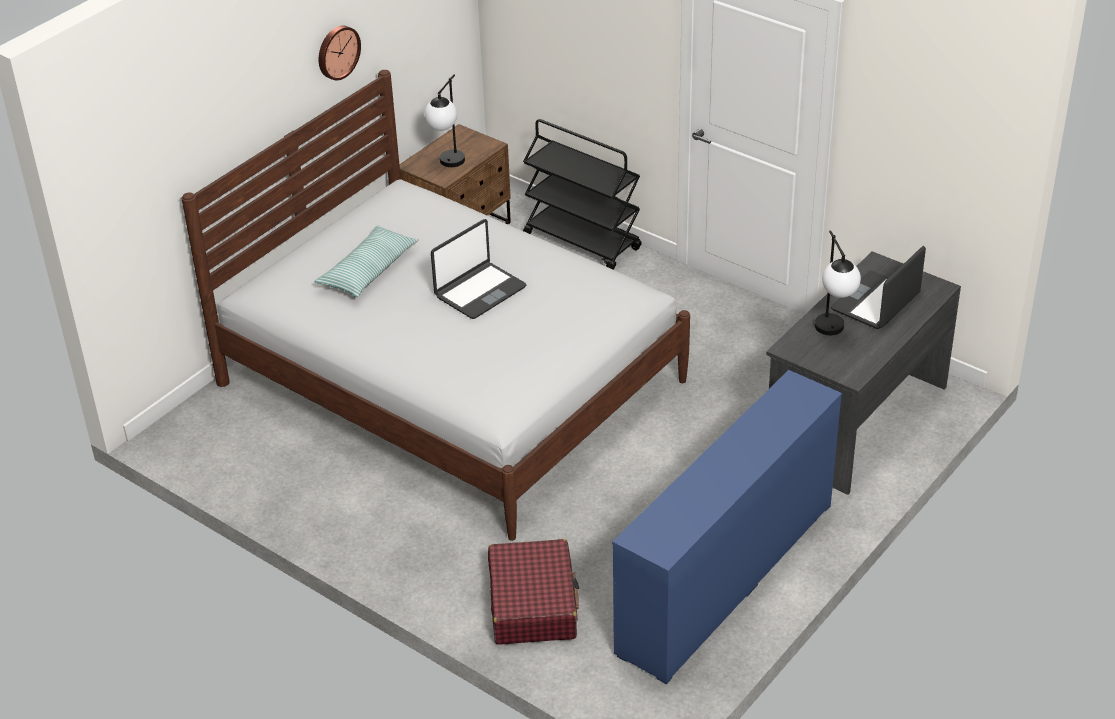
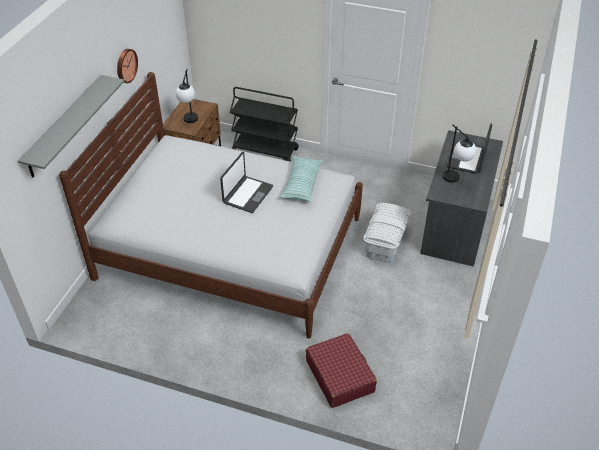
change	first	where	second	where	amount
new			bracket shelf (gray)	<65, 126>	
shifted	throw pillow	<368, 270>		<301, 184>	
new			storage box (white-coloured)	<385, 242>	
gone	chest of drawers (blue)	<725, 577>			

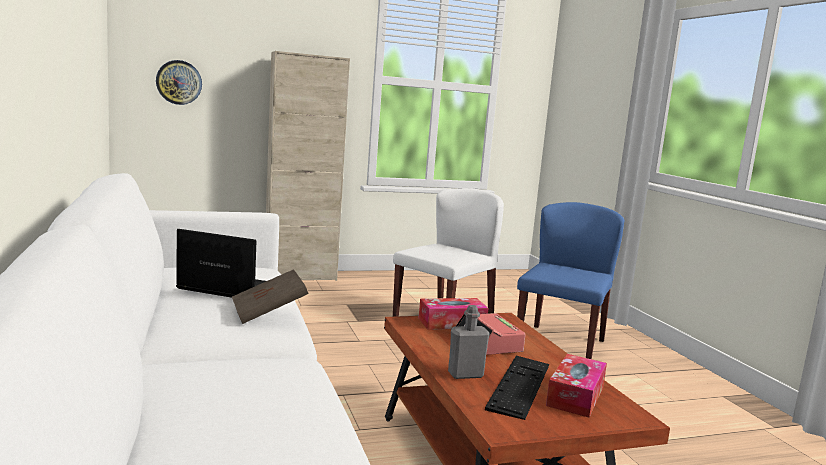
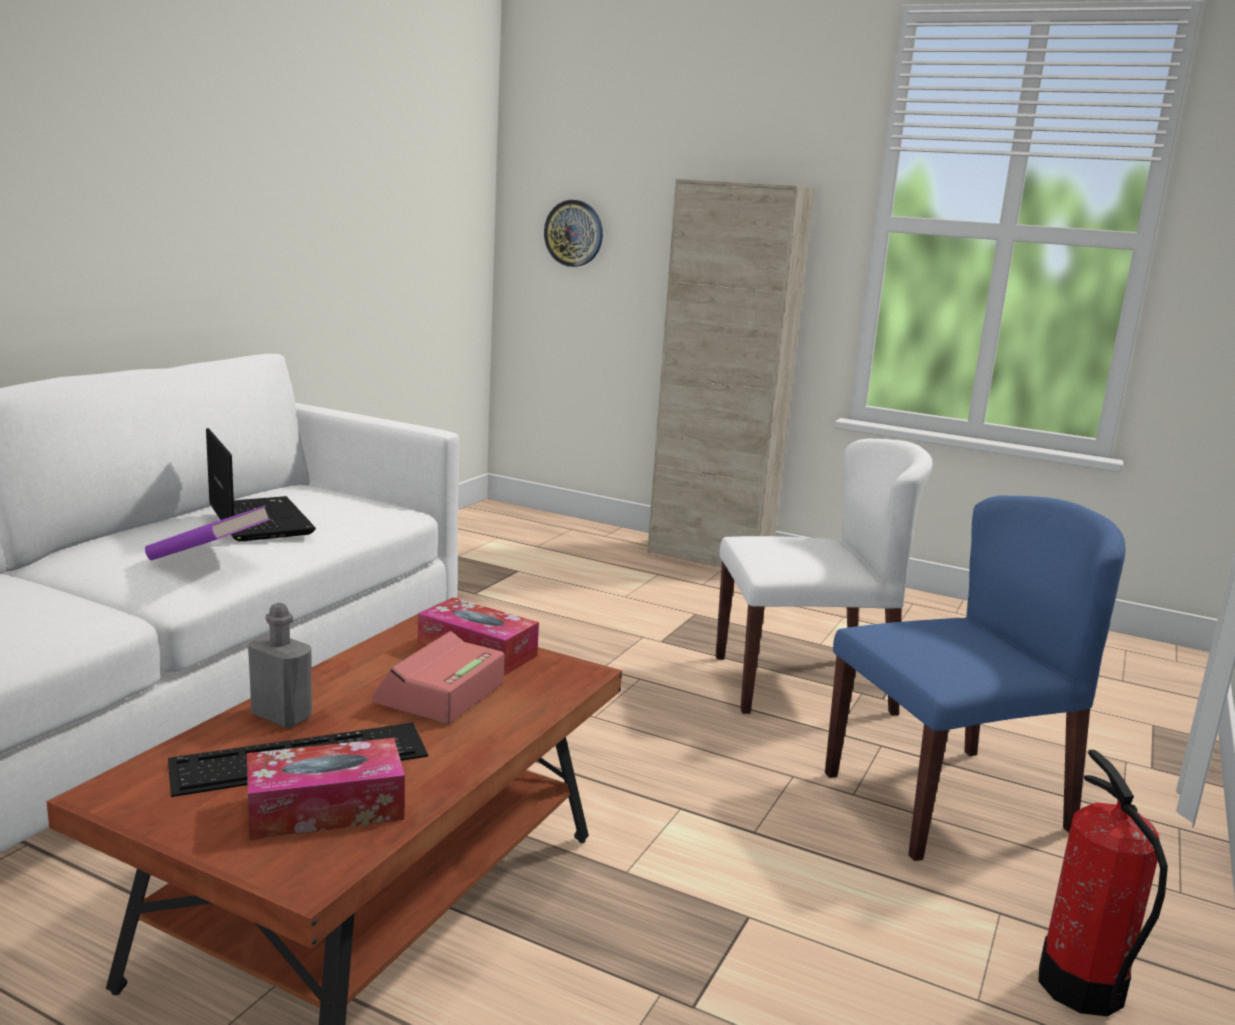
change	first	where	second	where	amount
repainted	volume (brown-coloured)	<268, 313>	volume (purplish)	<209, 558>	
new			extinguisher	<1080, 987>	

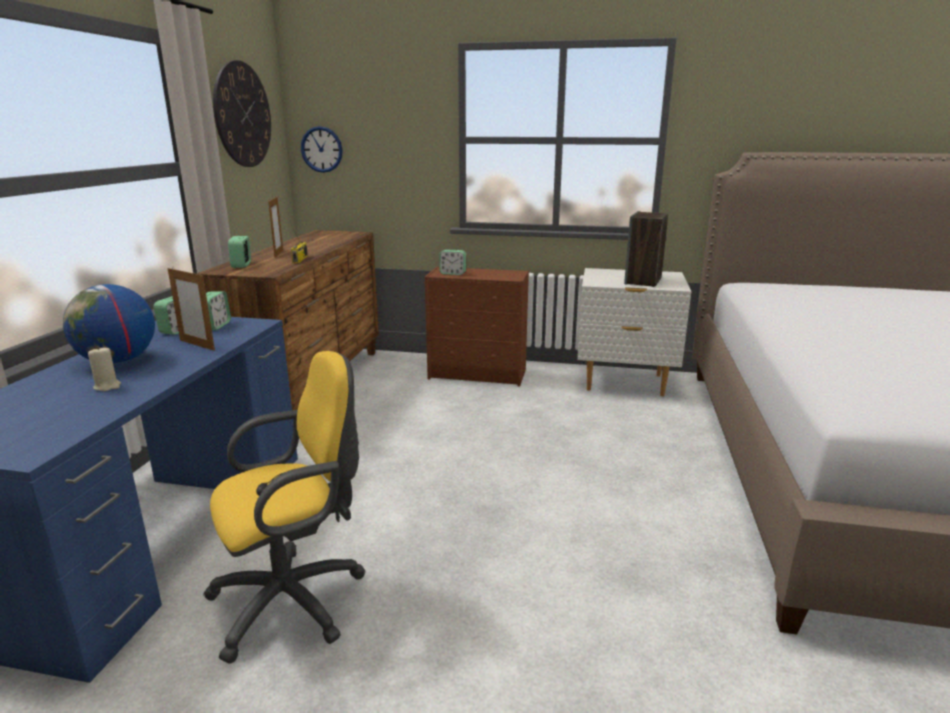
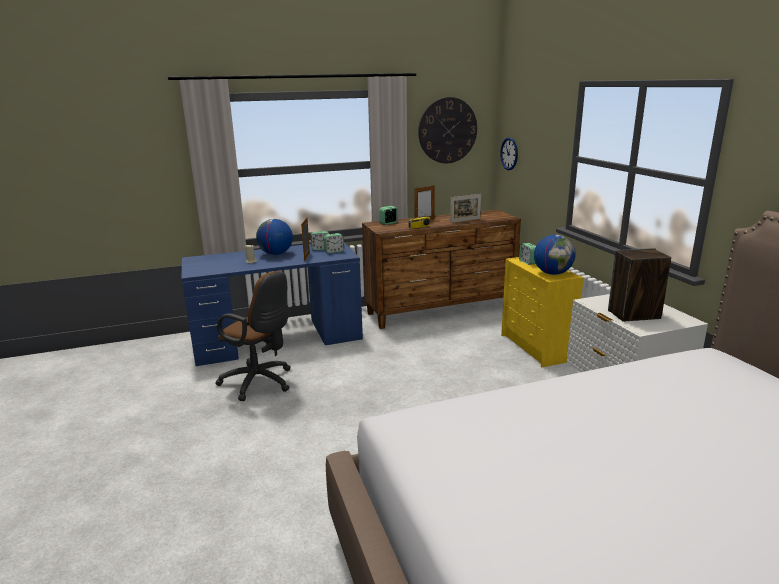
change	first	where	second	where	amount
repainted	office chair (yellow)	<296, 599>	office chair (brown-coloured)	<260, 383>	
new			photo frame	<465, 220>	
repainted	chest of drawers (brown-coloured)	<478, 374>	chest of drawers (yellow)	<536, 348>	
new			world globe	<552, 273>	

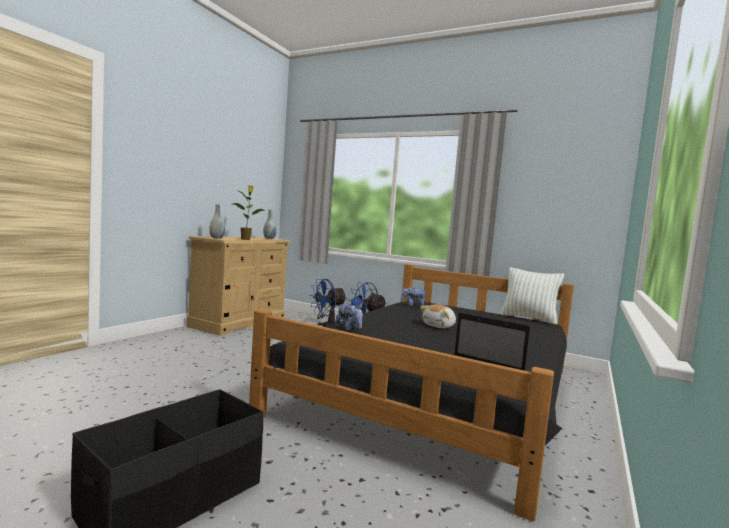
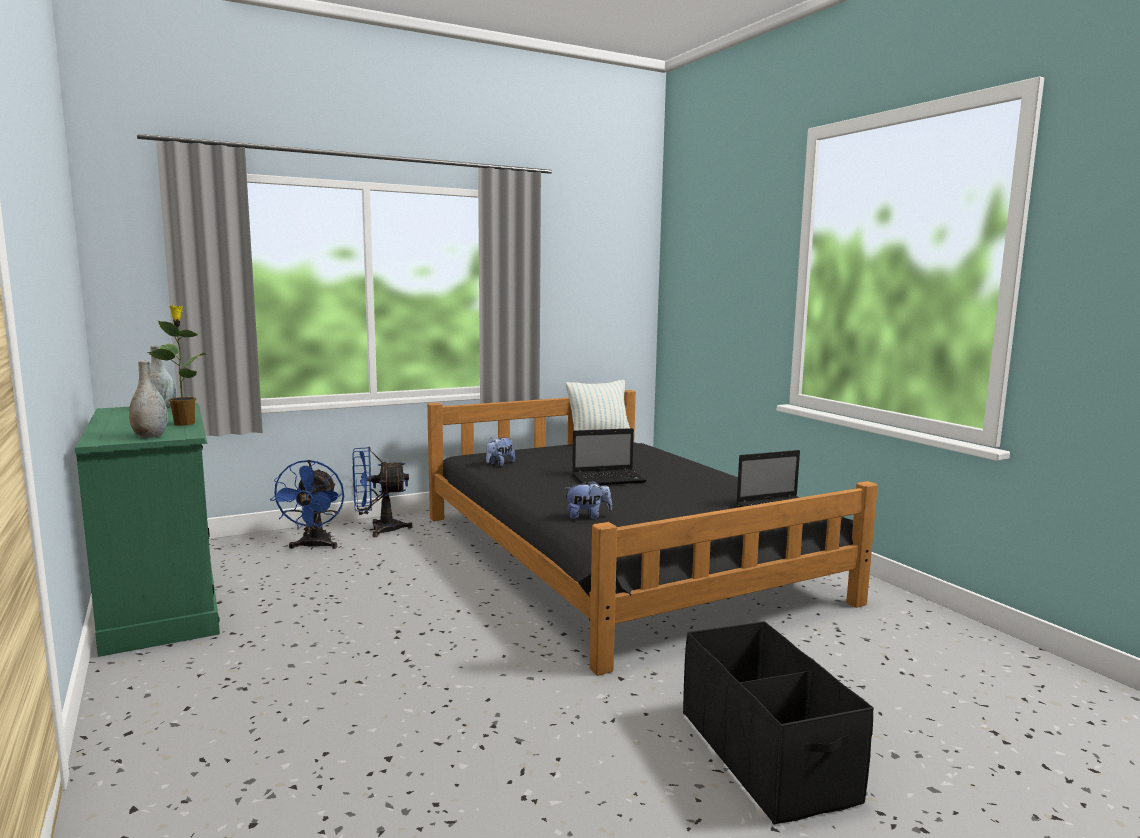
change	first	where	second	where	amount
repainted	chest of drawers (sand-coloured)	<239, 322>	chest of drawers (greenish)	<162, 602>	
swapped	soft toy	<439, 326>	laptop	<609, 479>	

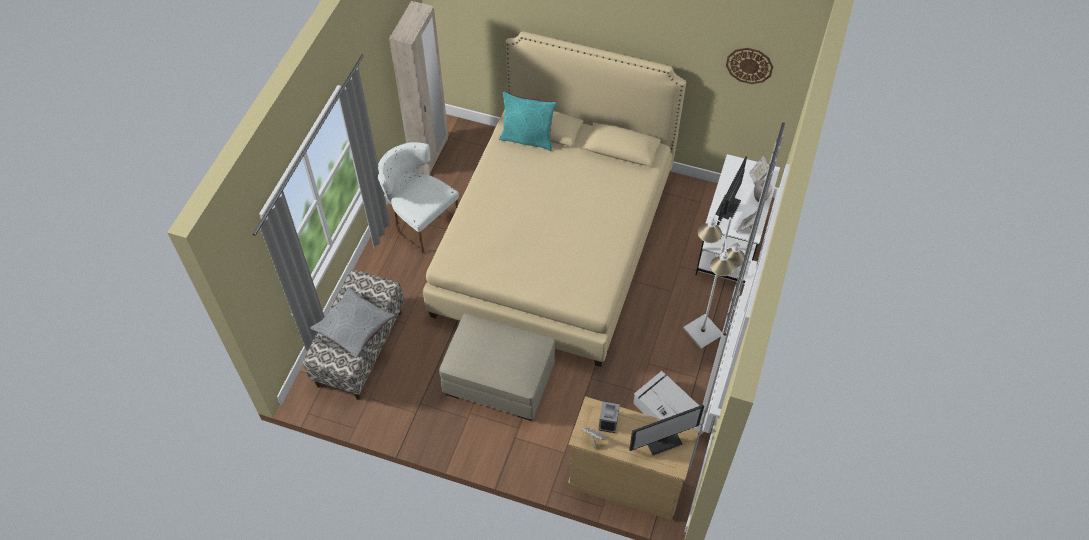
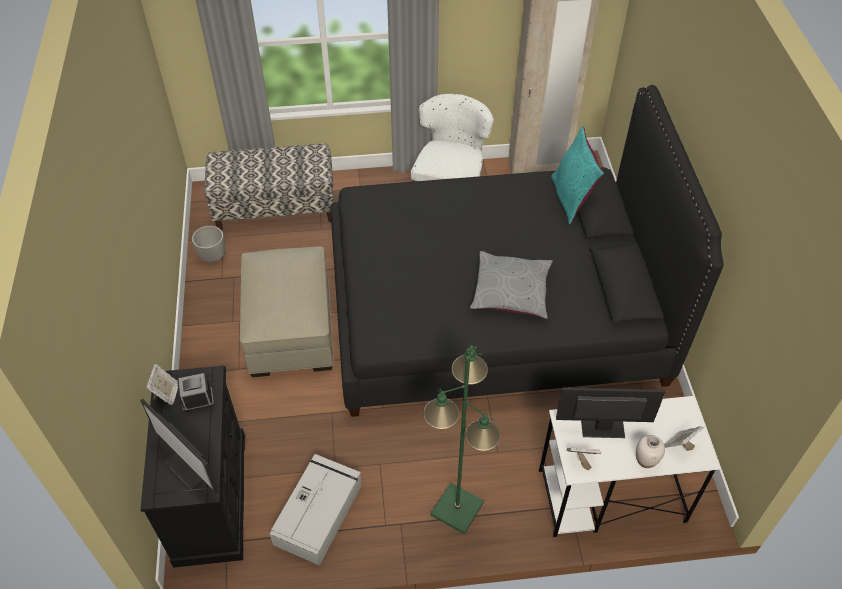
change	first	where	second	where	amount
repainted	chest of drawers (sand-coloured)	<626, 479>	chest of drawers (black)	<211, 497>	
new			planter	<213, 257>	
repainted	bedroom bed (sand-coloured)	<554, 242>	bedroom bed (black)	<495, 310>	
repainted	standing lamp (white-coloured)	<702, 331>	standing lamp (greenish)	<458, 508>	
shifted	throw pillow (gray)	<354, 326>		<511, 291>	
gone	wall clock	<749, 65>			

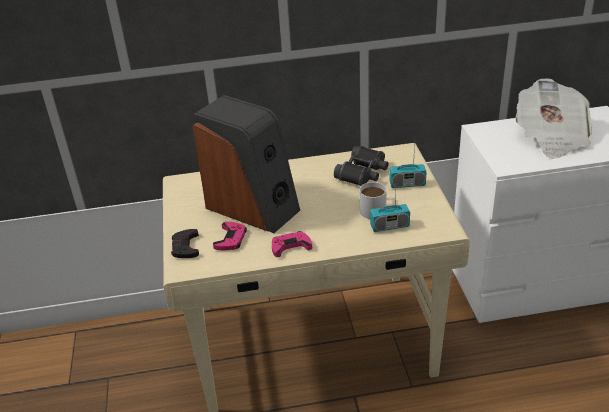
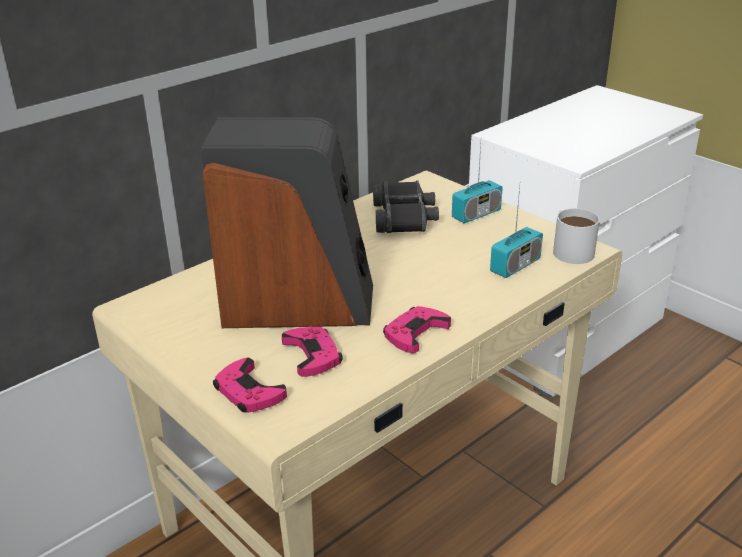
change	first	where	second	where	amount
repainted	joypad (black)	<185, 247>	joypad (pink)	<248, 392>	
shifted	tea mug (white-coloured)	<374, 207>		<569, 249>	
gone	newspaper	<551, 137>			

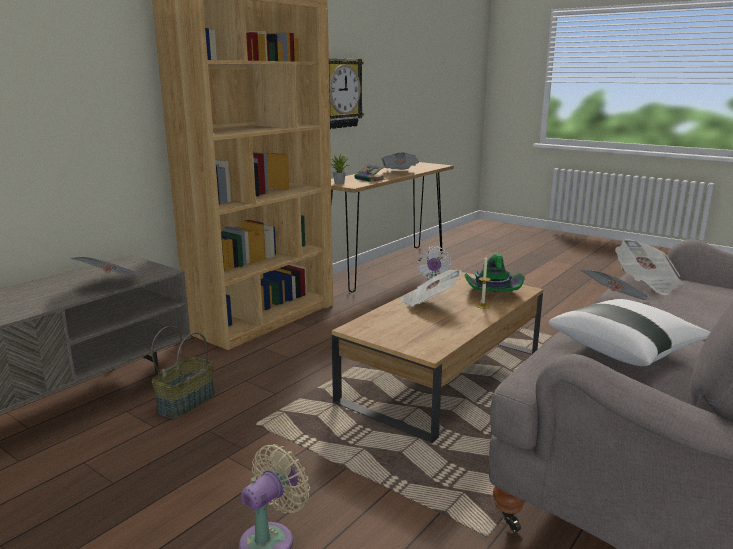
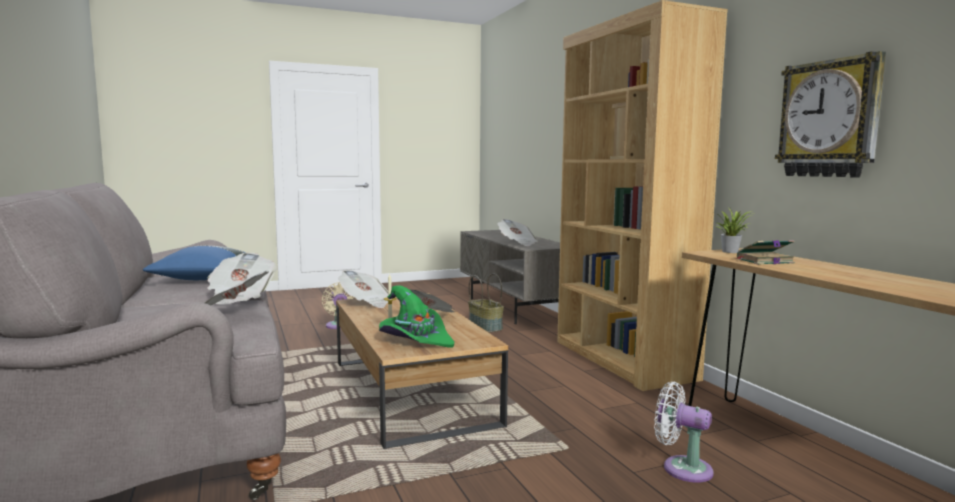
change	first	where	second	where	amount
repainted	throw pillow (white-coloured)	<626, 350>	throw pillow (blue)	<202, 279>	
shifted	newspaper	<400, 172>		<366, 303>	

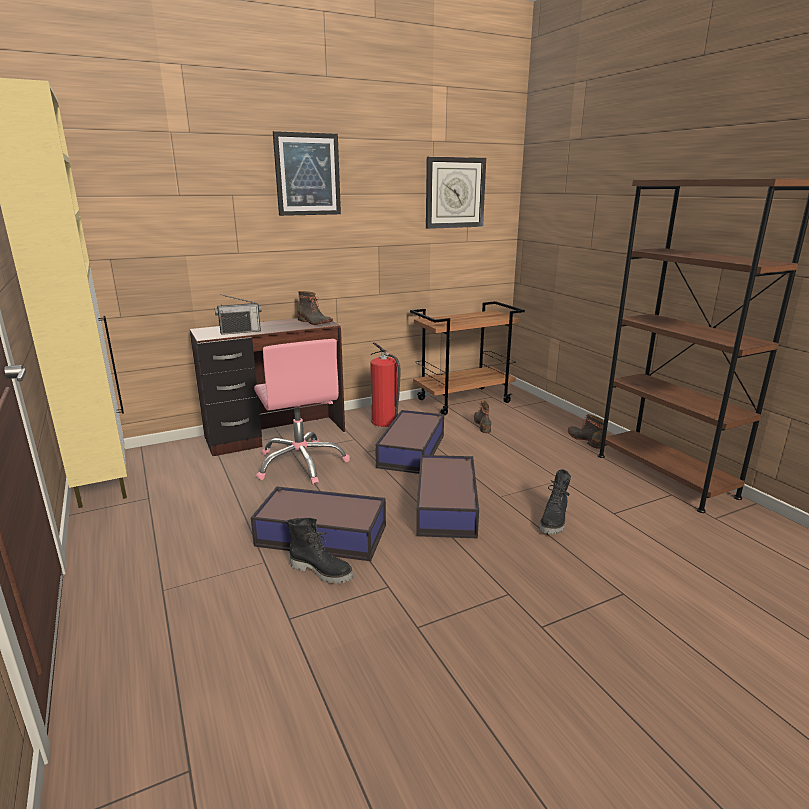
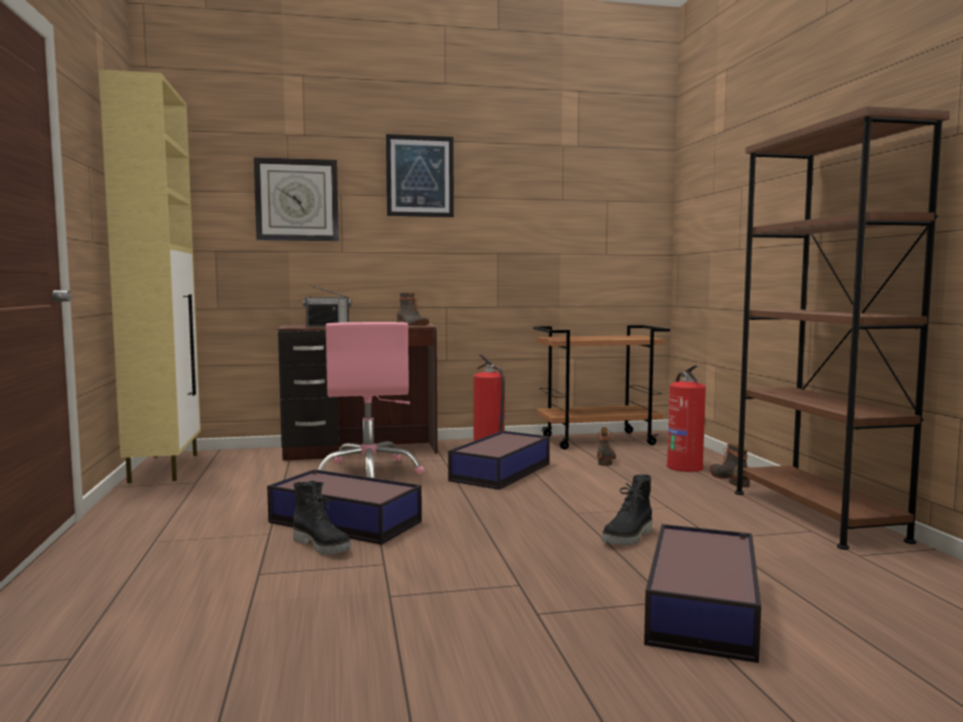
change	first	where	second	where	amount
shifted	wall clock	<455, 193>		<297, 200>	
shifted	storage box	<447, 505>		<703, 607>	
new			extinguisher	<684, 467>	

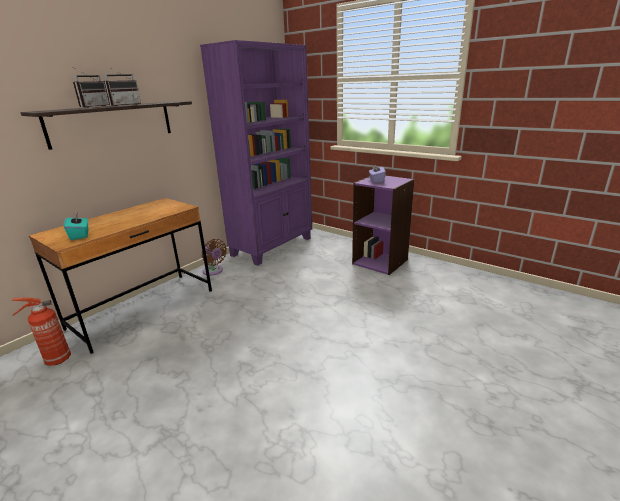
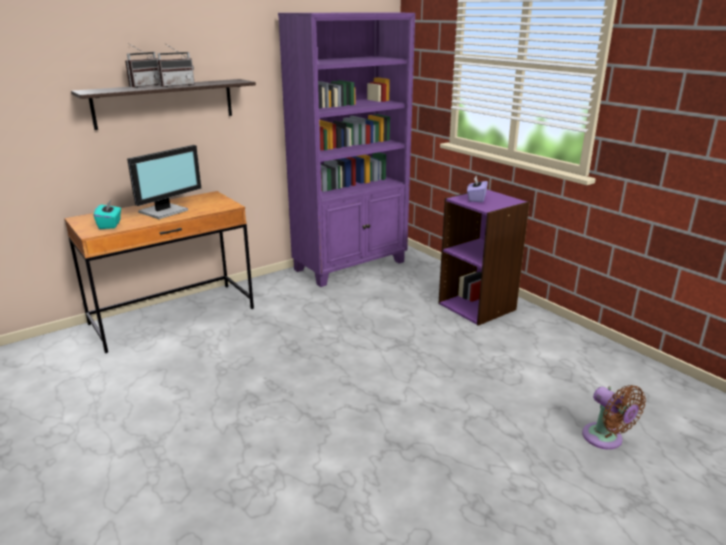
change	first	where	second	where	amount
new			monitor	<165, 211>	
shifted	electric fan (brown-coloured)	<214, 271>		<605, 439>	
gone	extinguisher	<56, 360>			

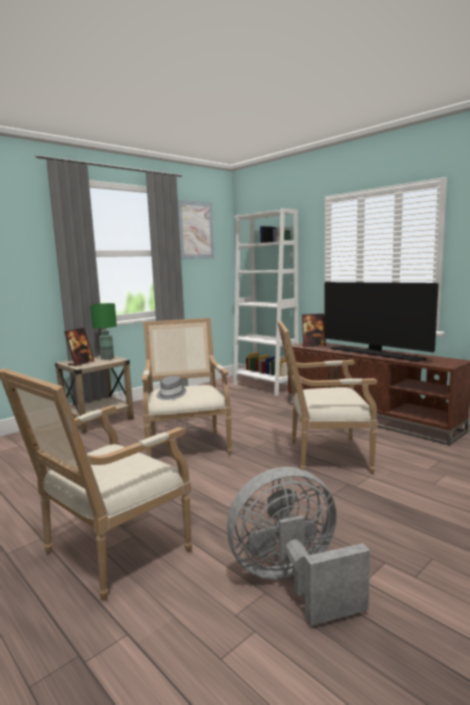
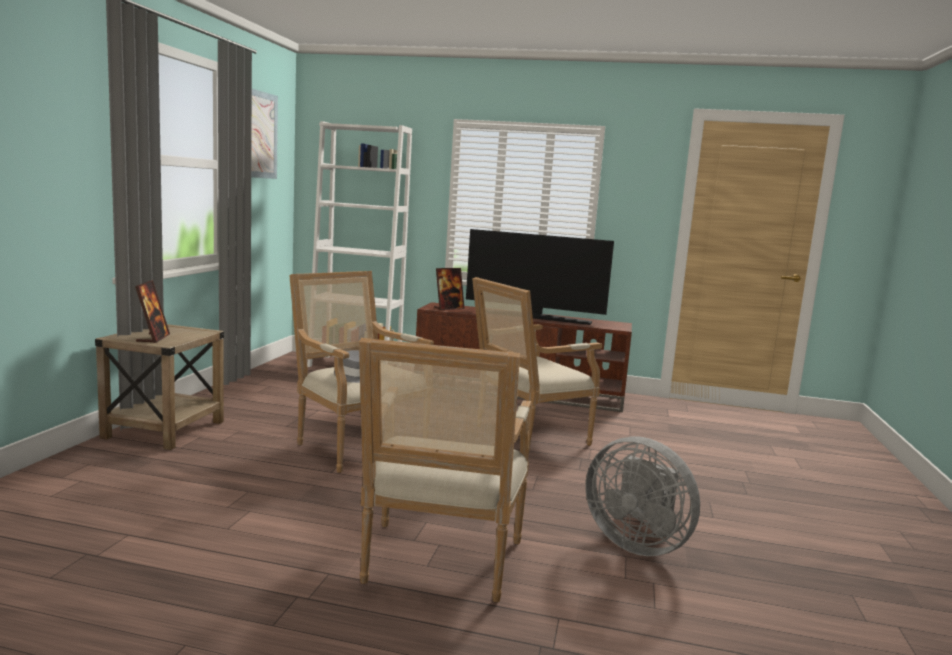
change	first	where	second	where	amount
rotated	electric fan (gray)	<293, 582>		<637, 543>	90 degrees counterclockwise
gone	table lamp (greenish)	<107, 358>			

